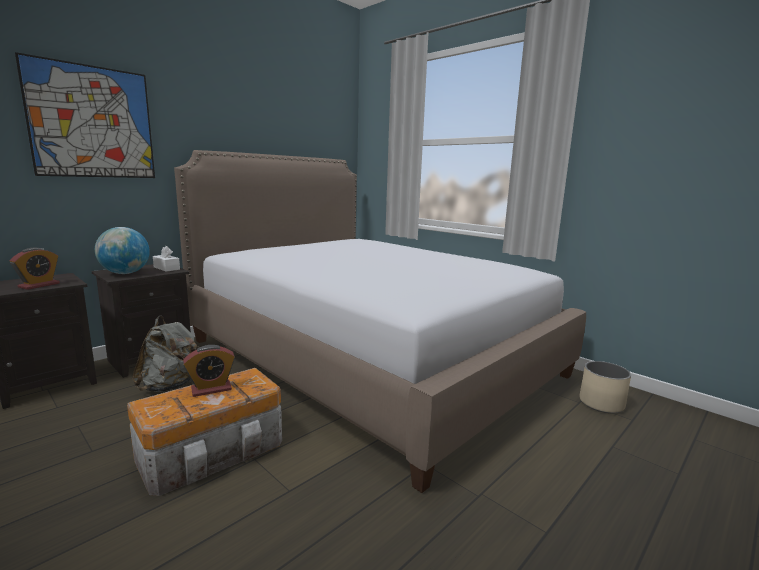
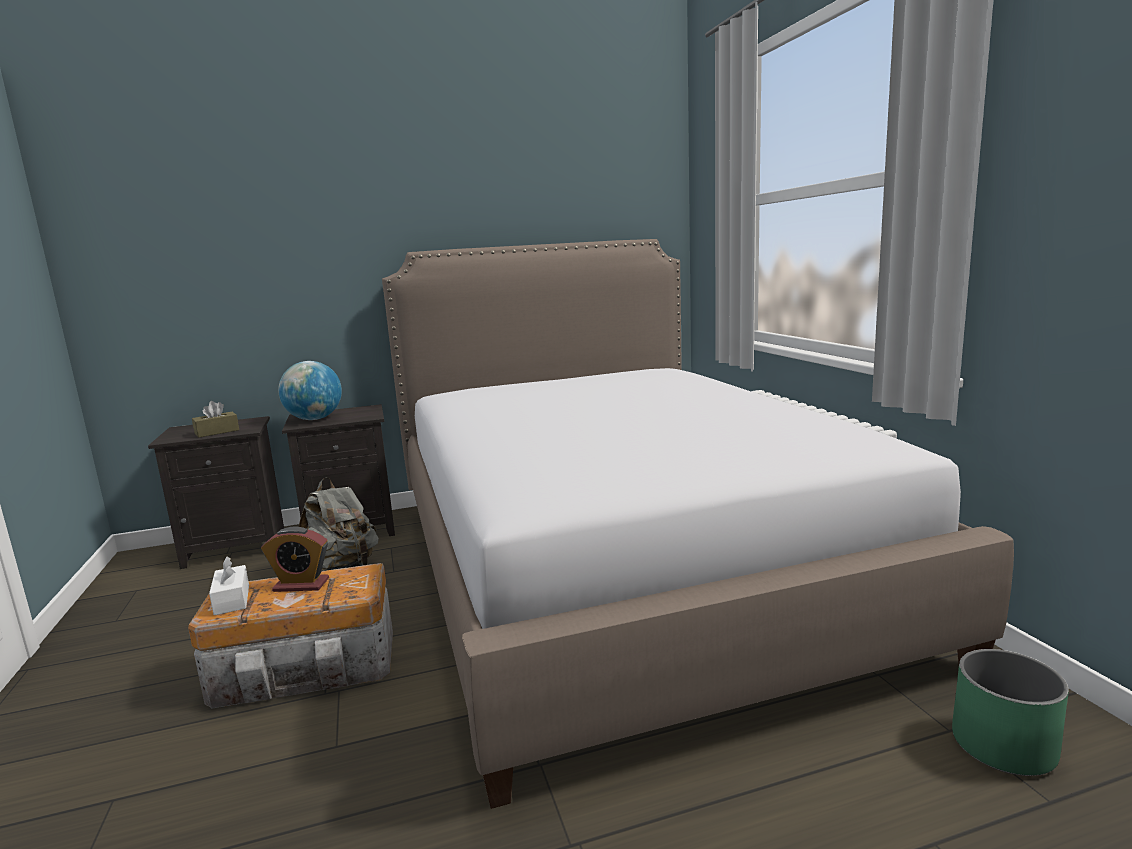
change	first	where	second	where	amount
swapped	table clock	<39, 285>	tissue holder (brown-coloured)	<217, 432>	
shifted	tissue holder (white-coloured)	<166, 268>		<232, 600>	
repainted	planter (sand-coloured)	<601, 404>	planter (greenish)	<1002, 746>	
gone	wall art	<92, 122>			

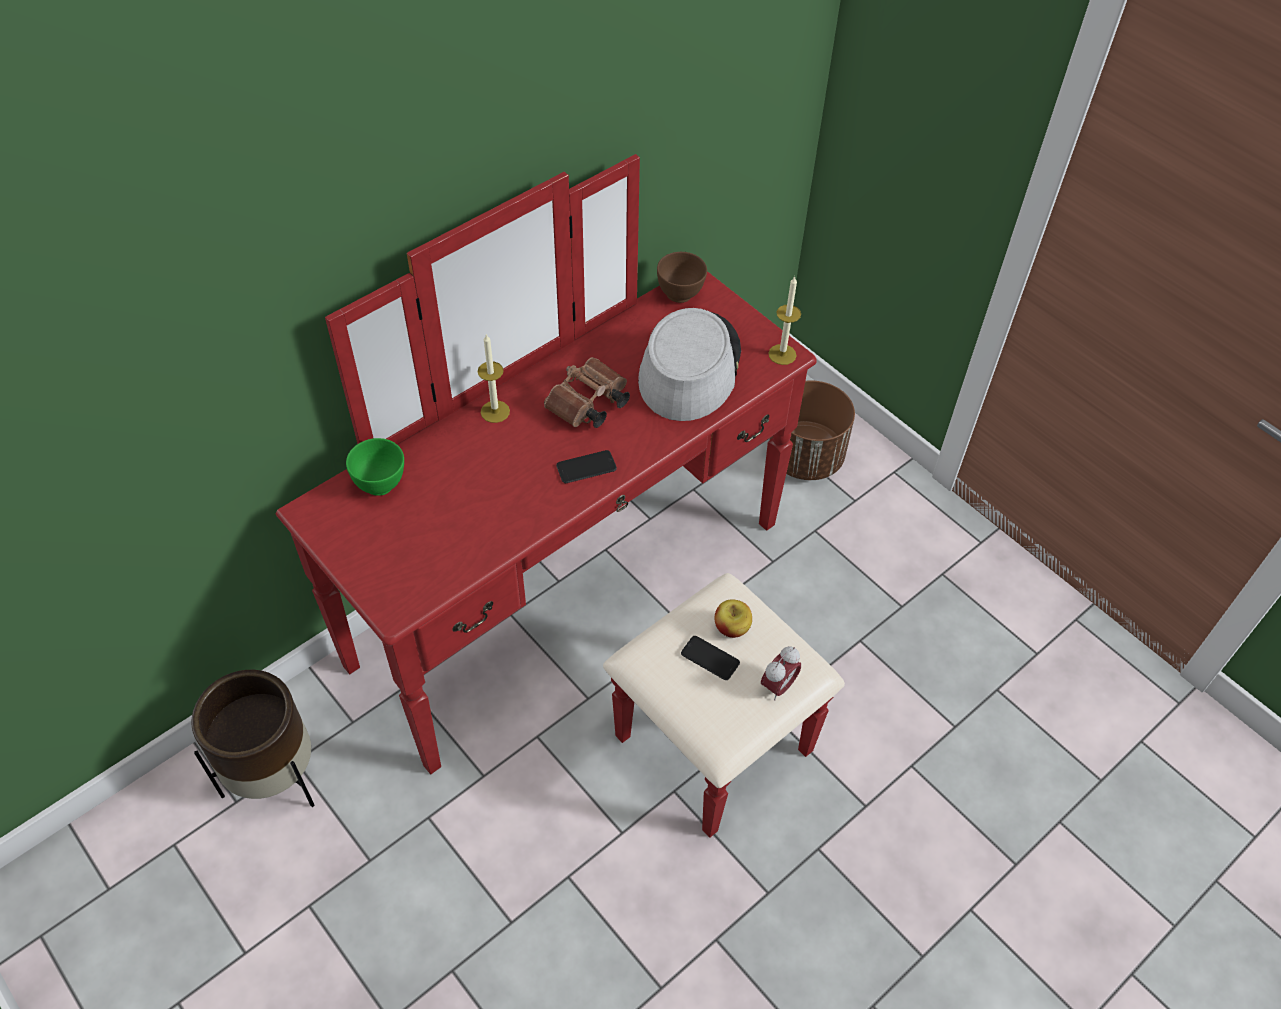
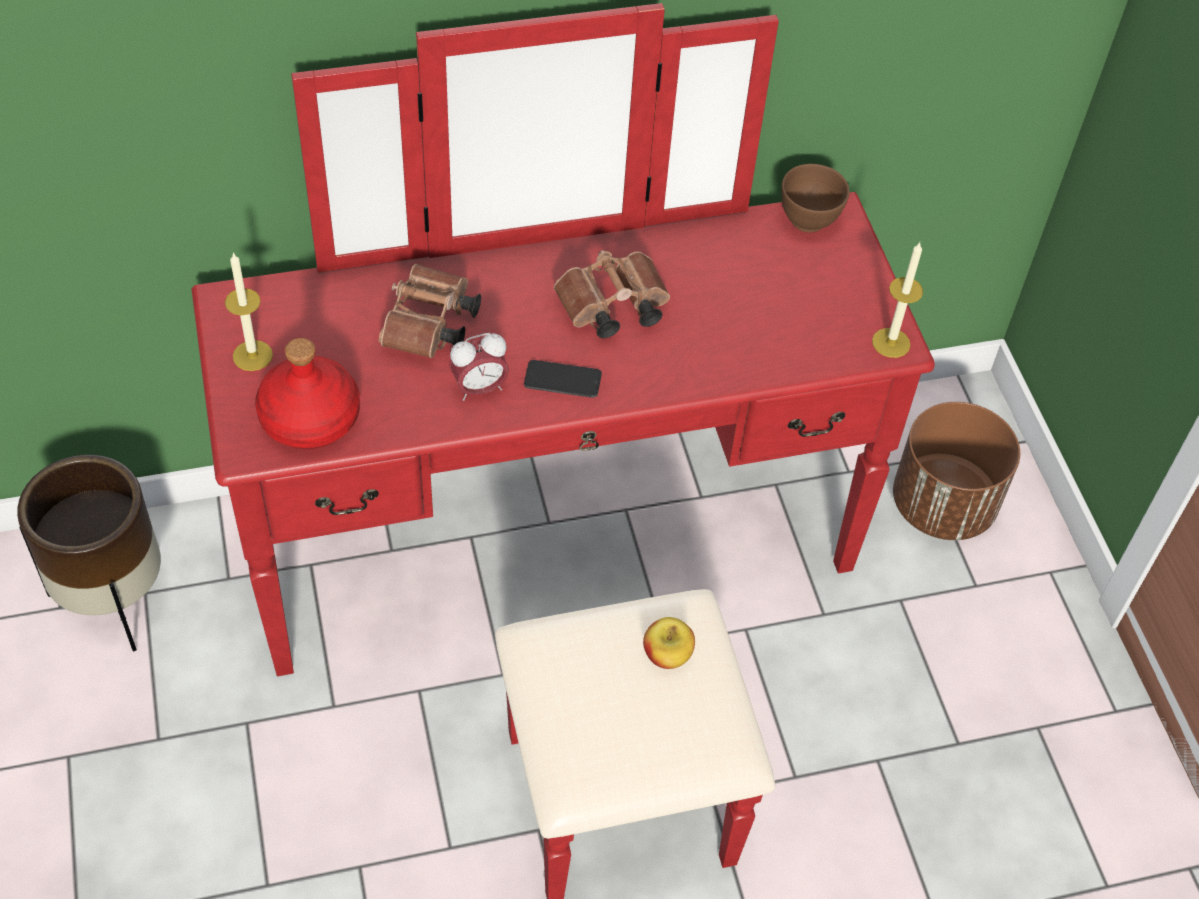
change	first	where	second	where	amount
shifted	wax light	<495, 411>		<252, 355>	
new			beverage bottle (red-coloured)	<309, 418>	
new			field glasses (brown-coloured)	<429, 328>	
shifted	table clock	<778, 686>		<479, 388>	
gone	bowl (greenish)	<381, 484>			
gone	hat (gray)	<689, 367>			
gone	telephone	<710, 658>			

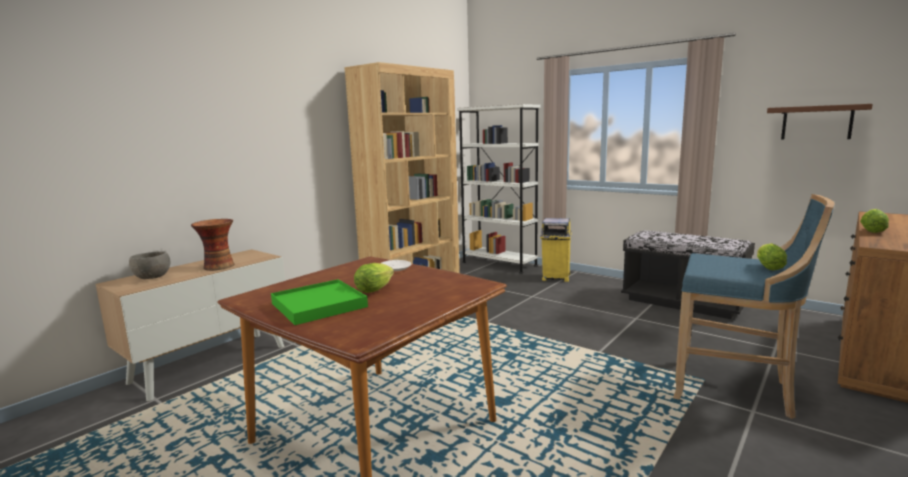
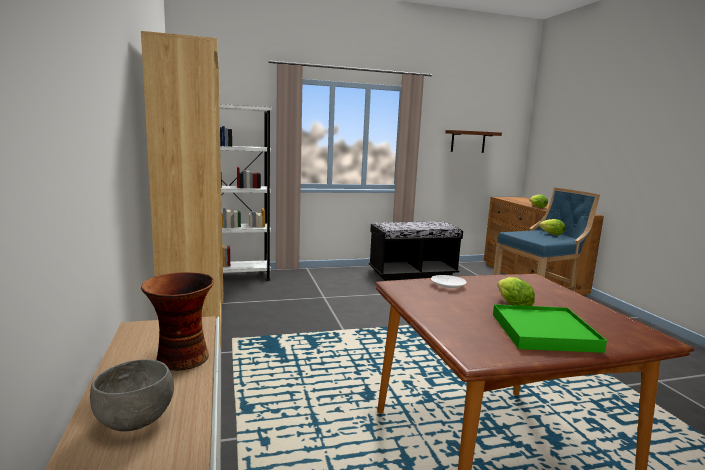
change	first	where	second	where	amount
gone	waste bin (yellow)	<555, 277>			

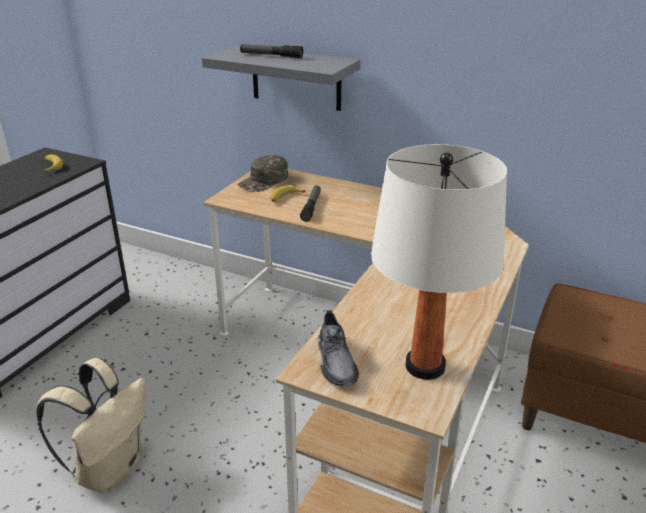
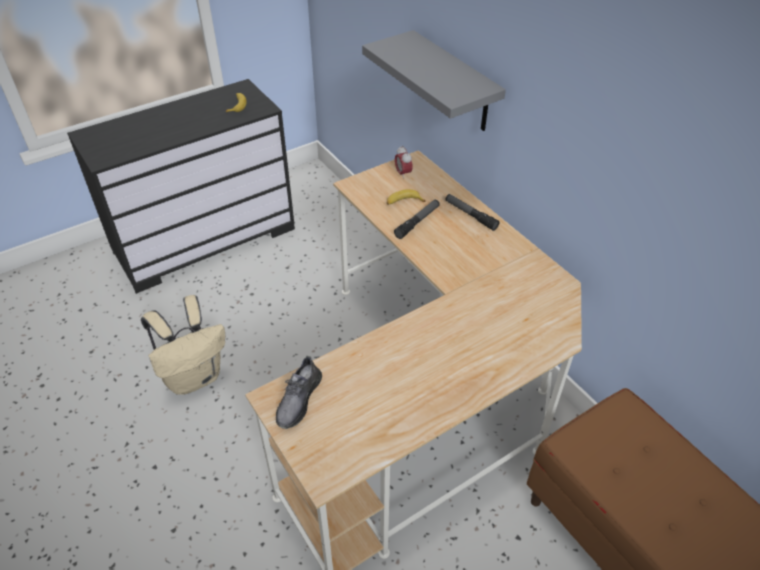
change	first	where	second	where	amount
swapped	baseball cap (greenish)	<264, 181>	table clock	<403, 174>	
shifted	hand torch	<271, 56>		<470, 215>	
gone	table lamp (white-coloured)	<425, 366>			

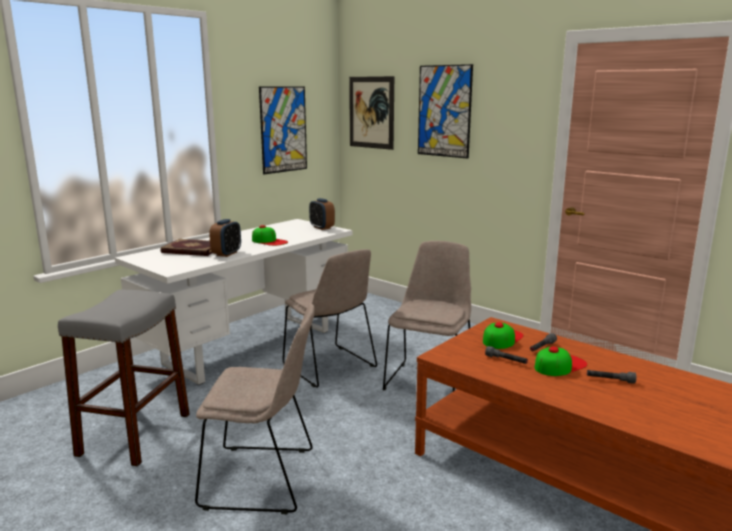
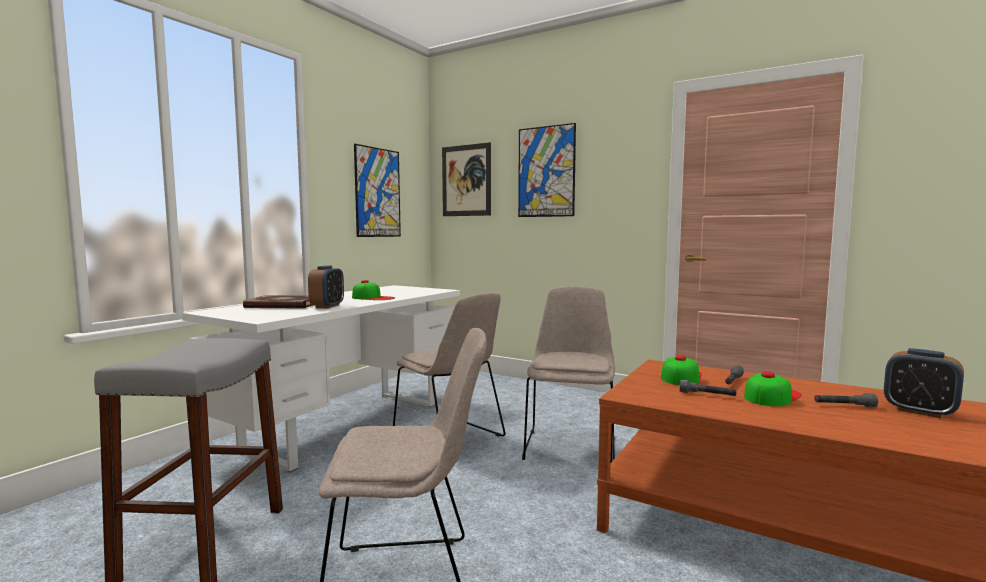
change	first	where	second	where	amount
shifted	table clock	<322, 227>		<919, 411>	

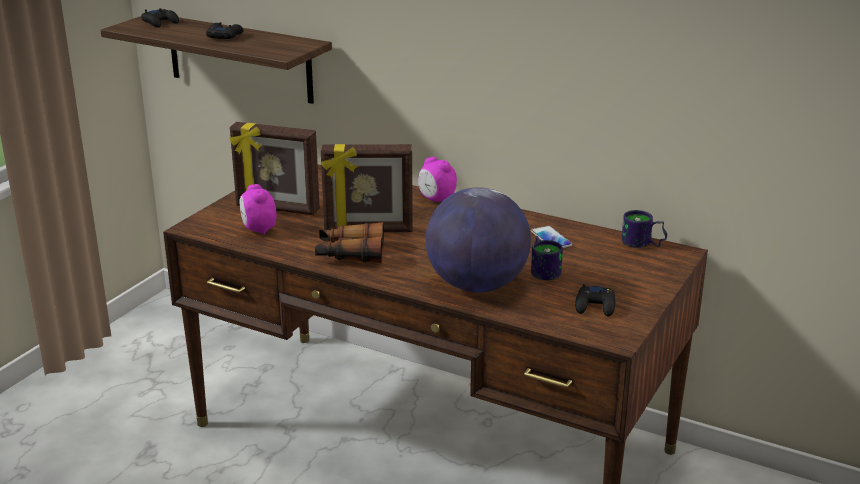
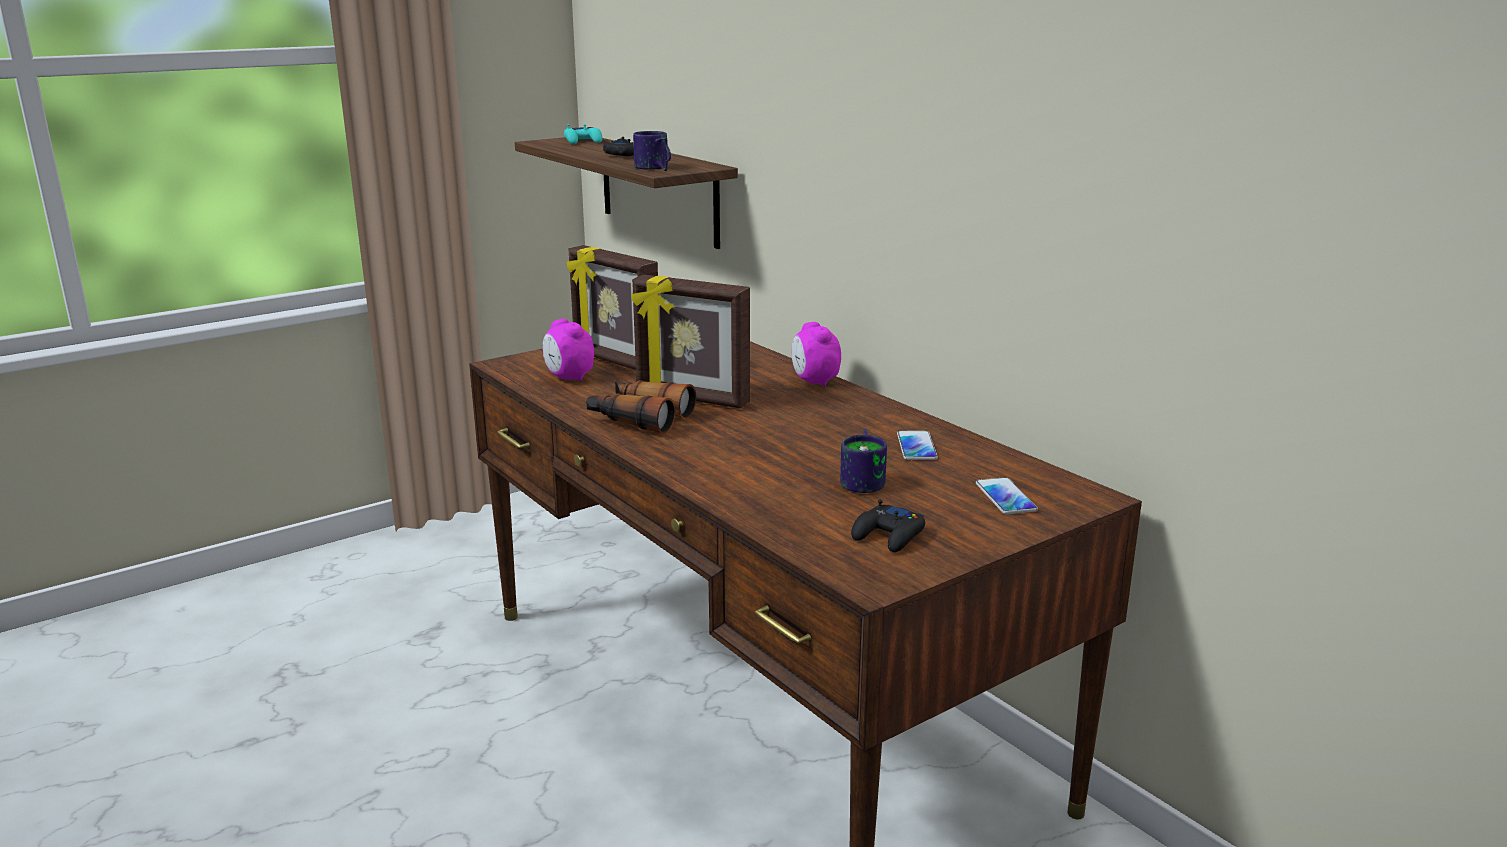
change	first	where	second	where	amount
rotated	table clock	<258, 230>		<569, 378>	45 degrees counterclockwise
repainted	joypad (black)	<160, 22>	joypad (blue-green)	<583, 141>	
shifted	tea mug	<642, 244>		<654, 168>	
new			telephone	<1005, 497>	
gone	world globe	<476, 286>			

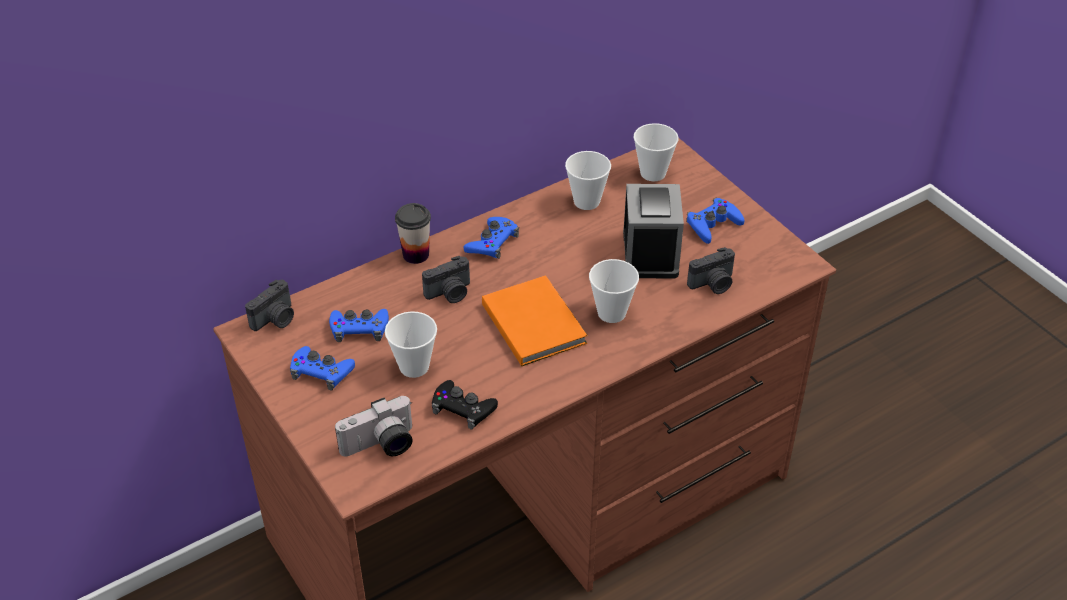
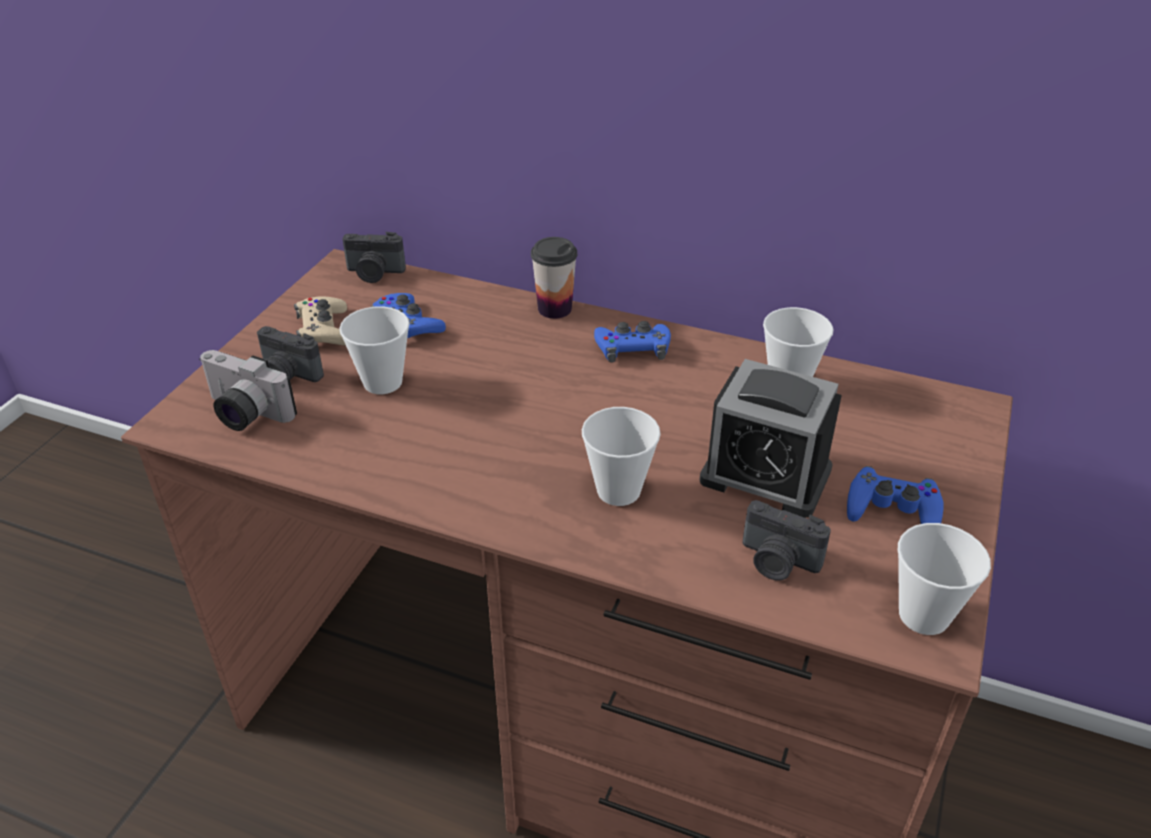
change	first	where	second	where	amount
shifted	photo camera	<450, 293>		<287, 376>	
repainted	joypad (blue)	<321, 372>	joypad (sand-coloured)	<324, 330>	
rotated	table clock	<650, 253>		<765, 475>	60 degrees clockwise
shifted	cup	<653, 173>		<923, 615>	
gone	joypad (black)	<463, 408>			
gone	volume (orange-coloured)	<534, 321>			

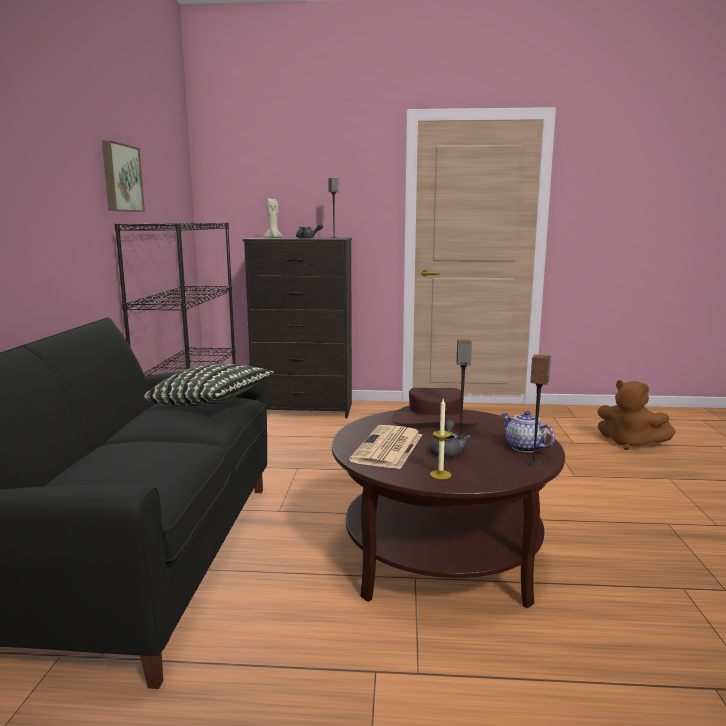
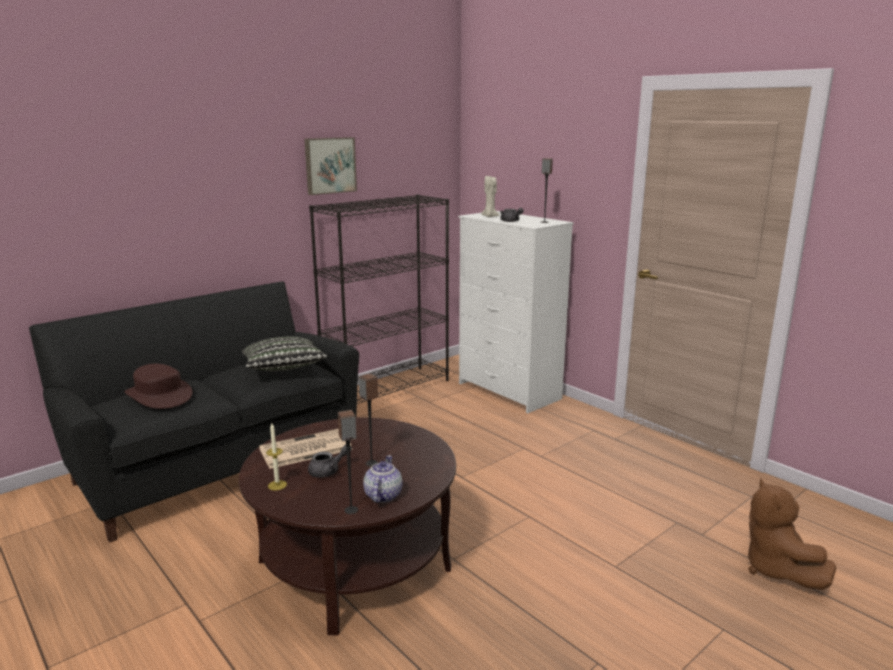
change	first	where	second	where	amount
shifted	hat (brown-coloured)	<434, 420>		<159, 395>	
repainted	chest of drawers (black)	<304, 409>	chest of drawers (white-coloured)	<509, 391>	

